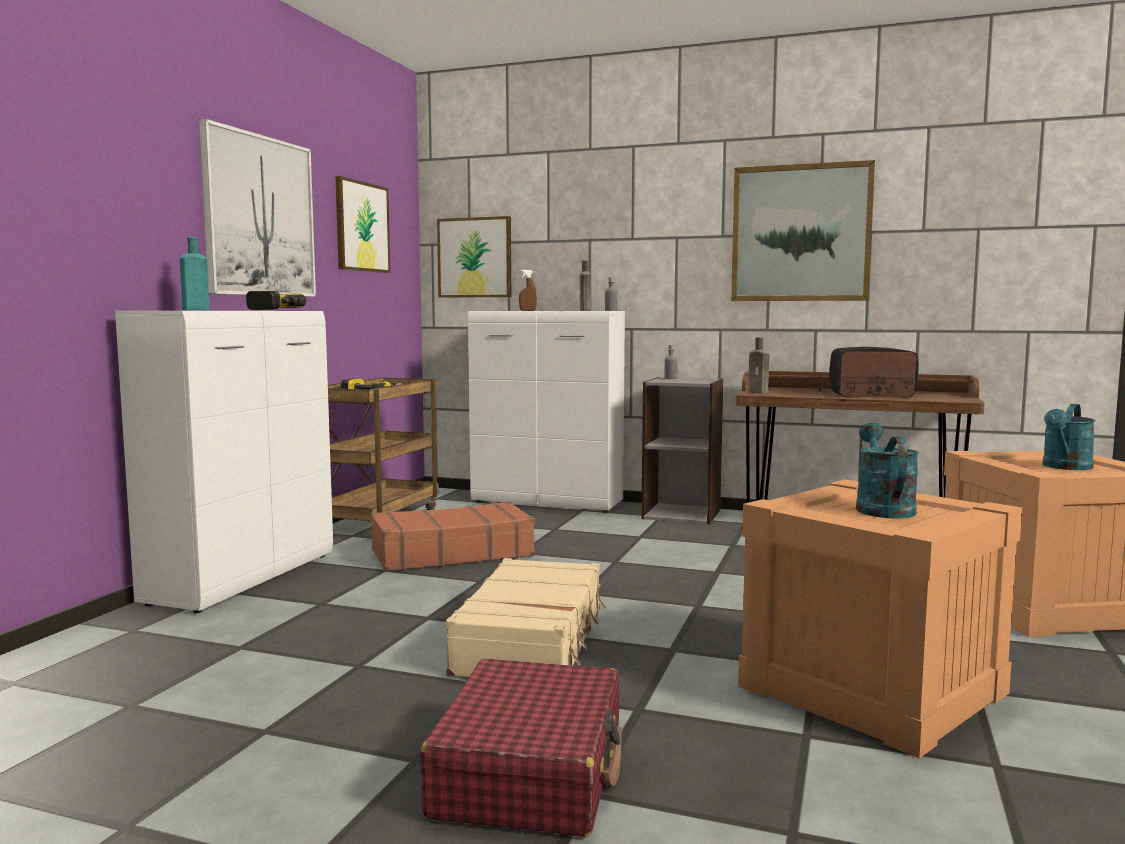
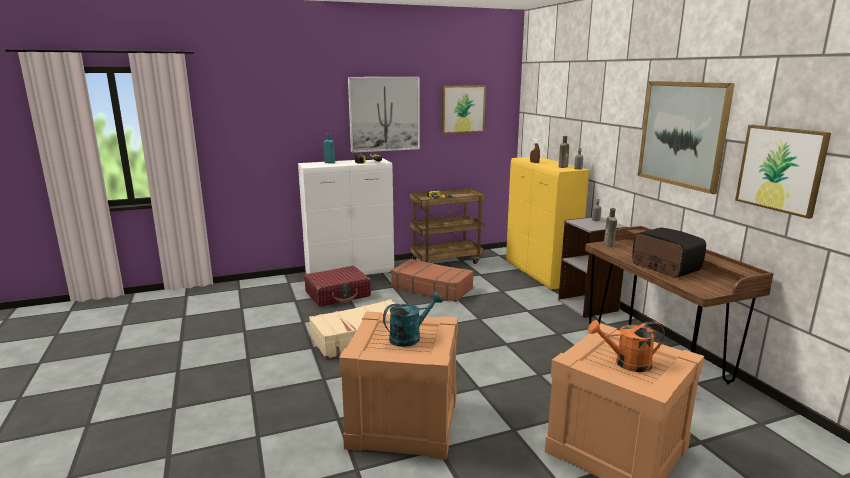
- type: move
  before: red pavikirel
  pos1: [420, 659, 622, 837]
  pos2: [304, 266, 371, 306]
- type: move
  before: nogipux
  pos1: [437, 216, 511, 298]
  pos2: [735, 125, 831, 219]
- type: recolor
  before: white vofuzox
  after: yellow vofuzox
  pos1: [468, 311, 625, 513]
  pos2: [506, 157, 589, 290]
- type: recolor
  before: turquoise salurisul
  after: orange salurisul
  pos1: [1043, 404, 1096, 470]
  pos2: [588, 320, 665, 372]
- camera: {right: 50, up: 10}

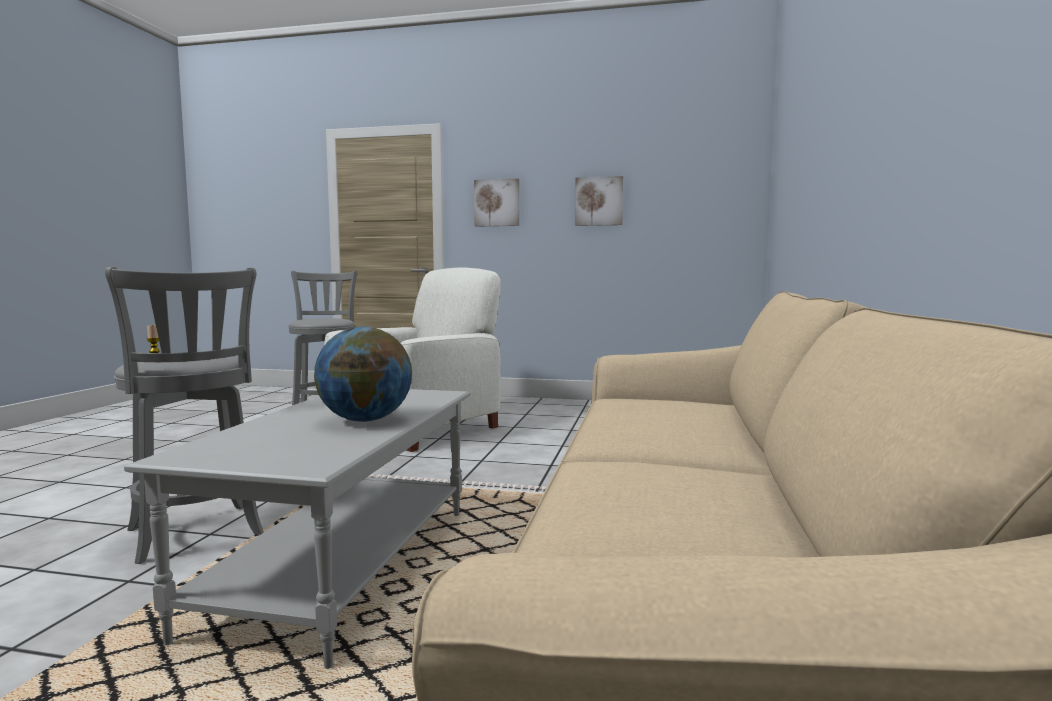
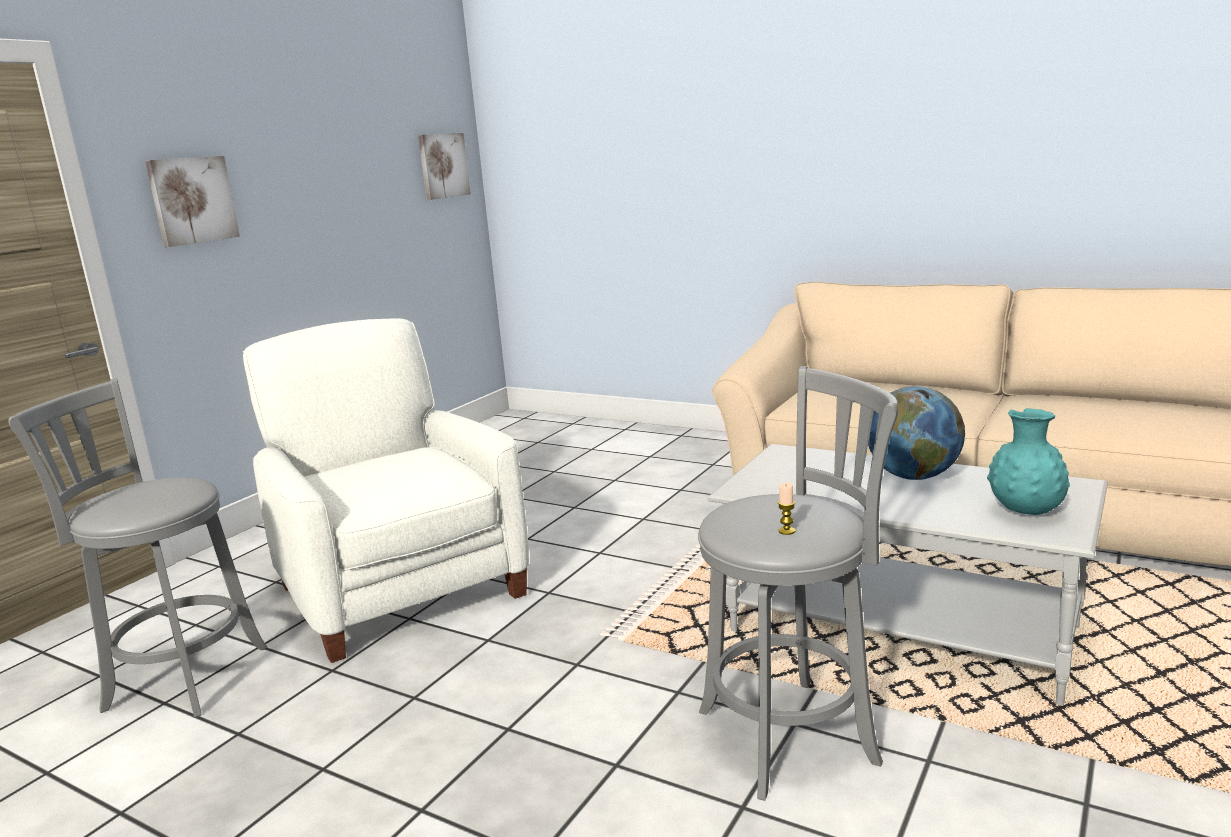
- type: move
  before: nogipux
  pos1: [575, 176, 623, 226]
  pos2: [418, 133, 471, 200]
- type: insert
  after: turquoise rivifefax
  pos2: [987, 408, 1070, 515]
- camera: {right: -70, up: 10}

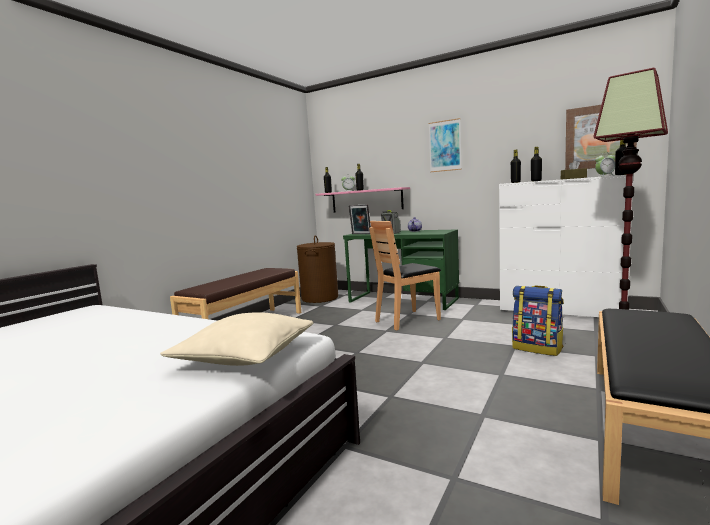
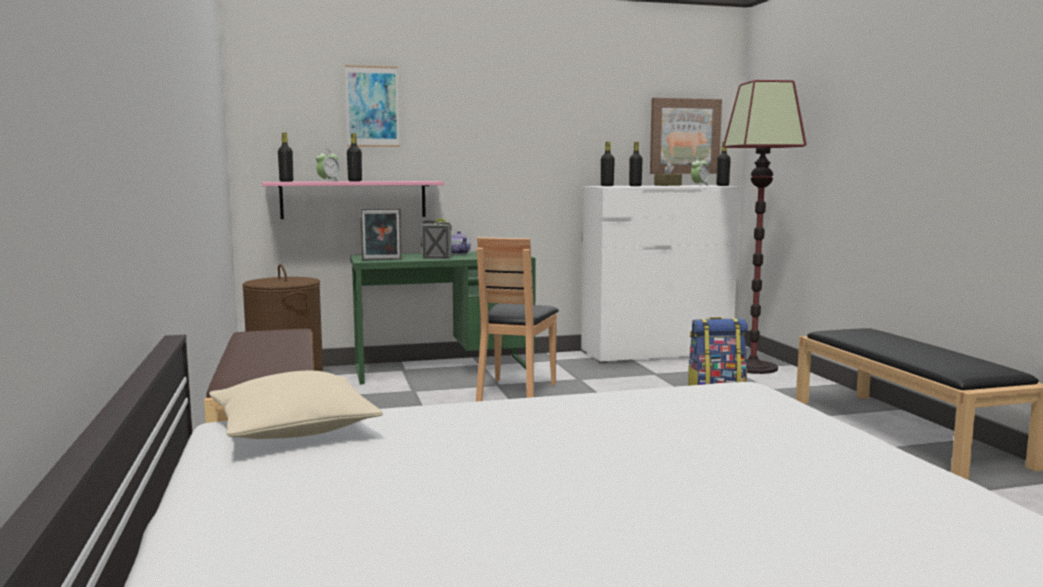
- type: move
  before: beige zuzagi
  pos1: [160, 312, 313, 366]
  pos2: [209, 371, 383, 439]
- type: move
  before: nogipux
  pos1: [429, 118, 462, 172]
  pos2: [345, 65, 400, 147]
- camera: {right: -45, up: 0}

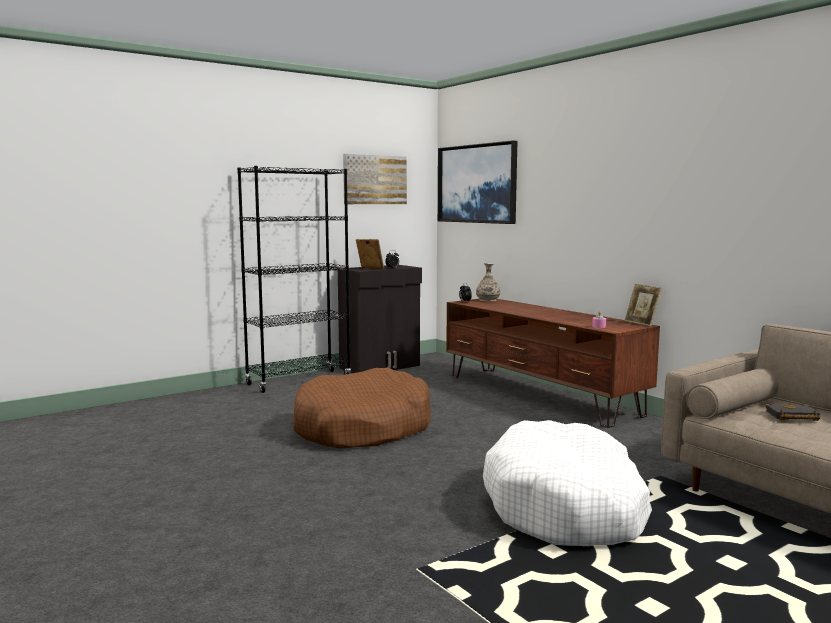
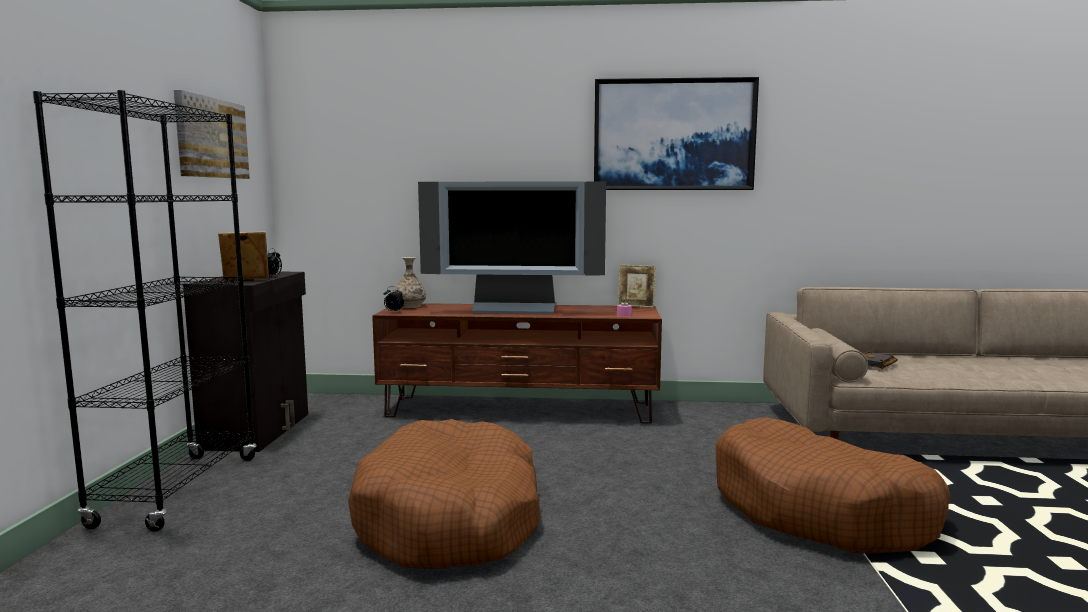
- type: move
  before: nogipux
  pos1: [438, 140, 517, 224]
  pos2: [594, 77, 759, 190]
- type: recolor
  before: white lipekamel
  after: brown lipekamel
  pos1: [483, 420, 652, 546]
  pos2: [715, 418, 951, 554]
- type: insert
  after: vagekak
  pos2: [418, 181, 606, 314]
- camera: {right: -50, up: 0}

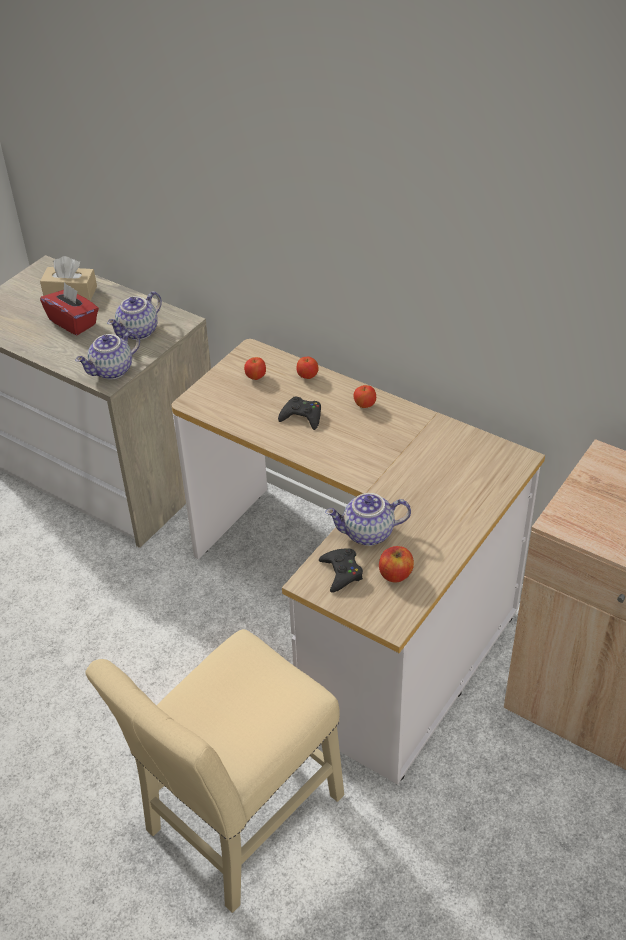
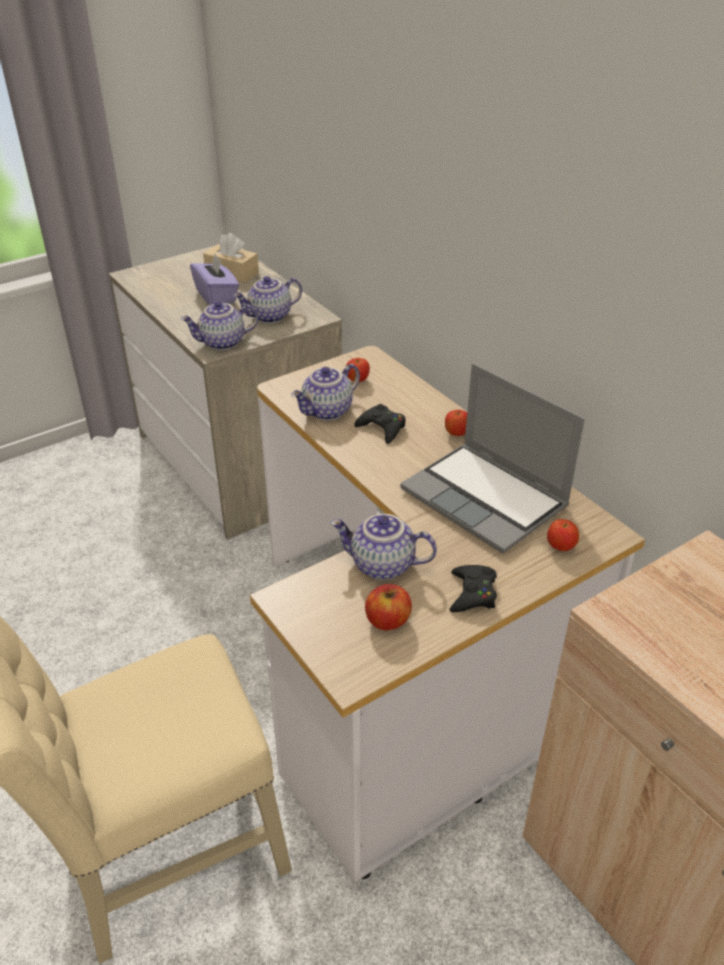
- type: recolor
  before: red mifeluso
  after: purple mifeluso
  pos1: [40, 282, 99, 335]
  pos2: [190, 254, 239, 305]
- type: move
  before: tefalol
  pos1: [296, 357, 319, 379]
  pos2: [547, 519, 579, 551]
- type: move
  before: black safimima
  pos1: [319, 548, 363, 593]
  pos2: [449, 565, 497, 612]
- type: insert
  after: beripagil
  pos2: [291, 364, 360, 420]
- type: insert
  after: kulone
  pos2: [400, 363, 585, 553]
- camera: {right: 20, up: -5}

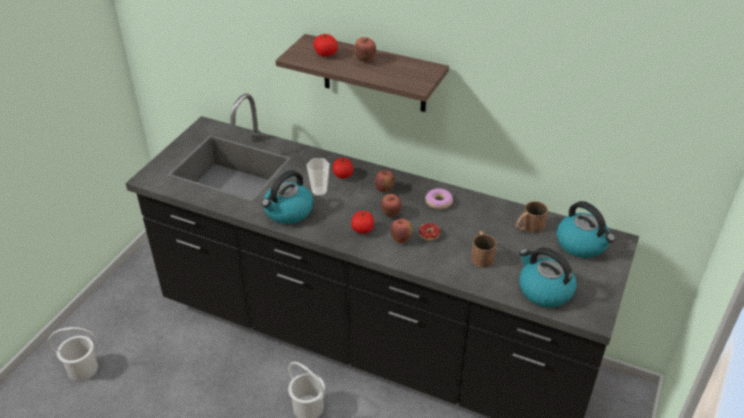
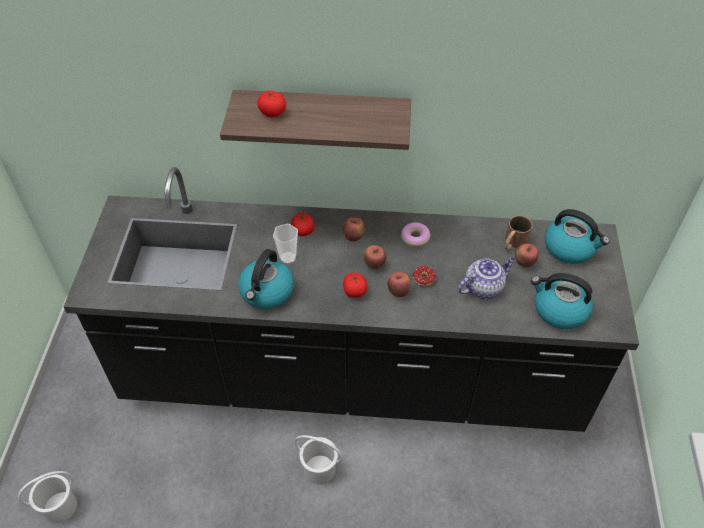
- type: move
  before: tefalol
  pos1: [354, 37, 376, 62]
  pos2: [515, 243, 539, 267]
- type: replace
  before: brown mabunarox
  after: beripagil
  pos1: [471, 231, 497, 268]
  pos2: [458, 257, 516, 299]
- camera: {right: -20, up: 10}

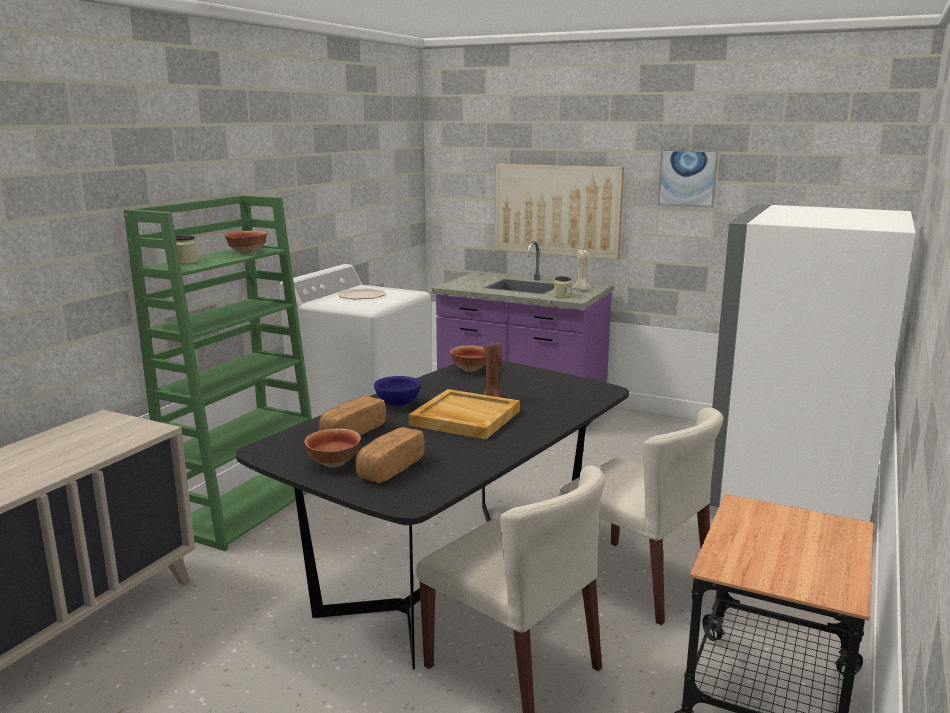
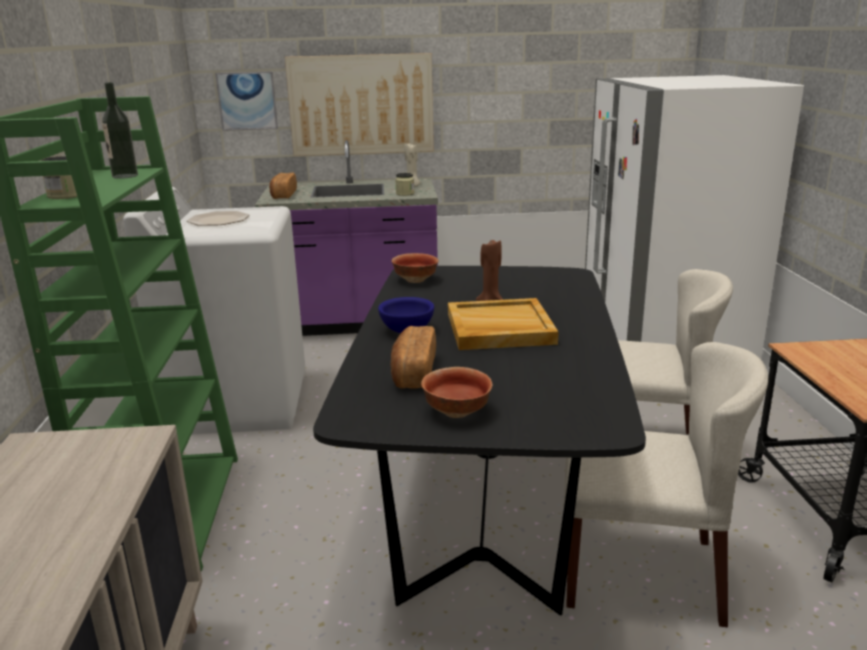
- type: replace
  before: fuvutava
  after: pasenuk
  pos1: [224, 231, 267, 254]
  pos2: [102, 82, 138, 179]
- type: move
  before: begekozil
  pos1: [355, 427, 425, 483]
  pos2: [269, 173, 297, 199]
- type: move
  before: nogipux
  pos1: [658, 149, 719, 208]
  pos2: [215, 72, 278, 131]
- camera: {right: -30, up: 5}

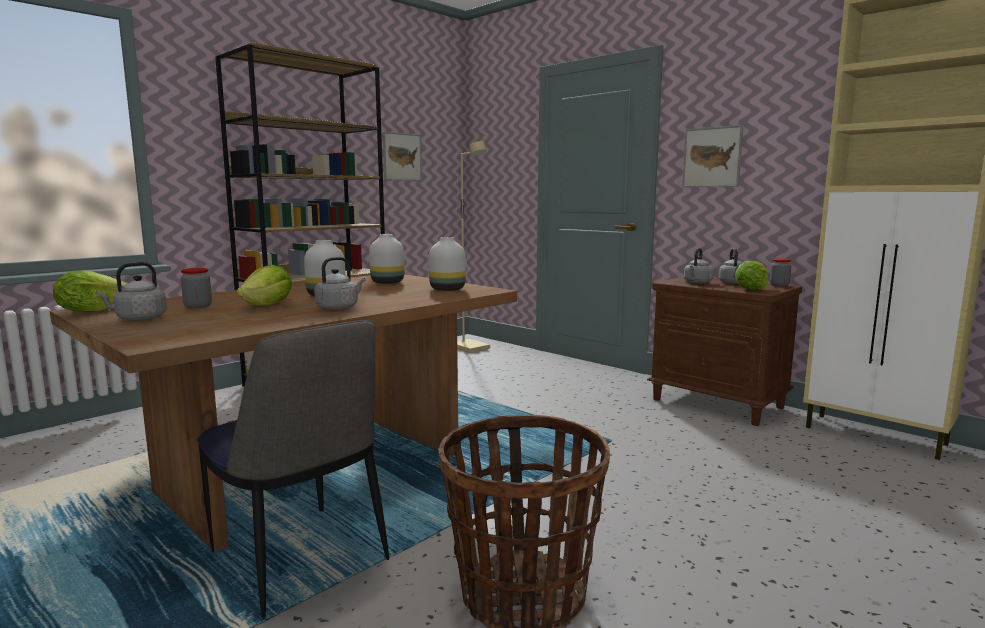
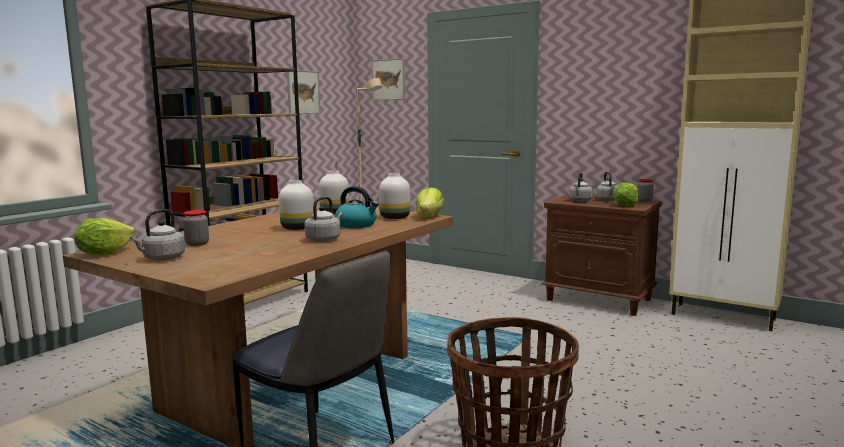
- type: move
  before: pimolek
  pos1: [237, 265, 292, 306]
  pos2: [416, 187, 444, 217]
- type: move
  before: nogipux
  pos1: [682, 125, 743, 188]
  pos2: [371, 58, 405, 100]
- type: insert
  after: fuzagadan
  pos2: [335, 186, 379, 228]
- camera: {right: -10, up: 0}

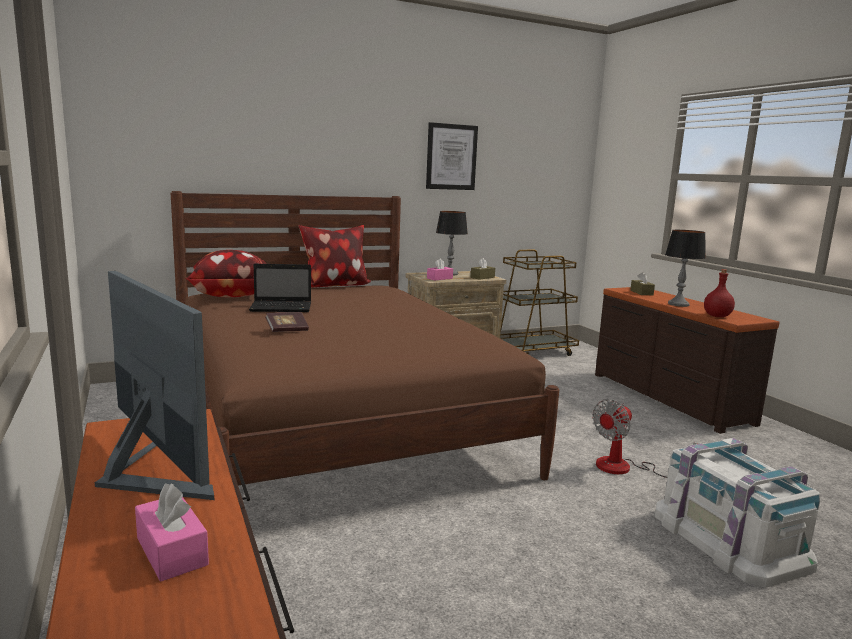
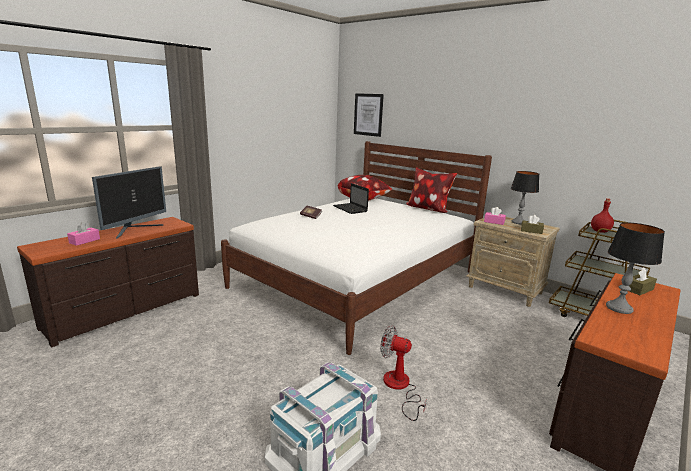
- type: recolor
  before: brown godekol
  after: white godekol
  pos1: [171, 191, 559, 486]
  pos2: [221, 141, 492, 355]
- type: move
  before: nogipux
  pos1: [426, 122, 478, 190]
  pos2: [354, 93, 384, 137]
- type: move
  before: red pasenuk
  pos1: [704, 269, 735, 317]
  pos2: [591, 199, 614, 233]
- camera: {right: 65, up: 5}

